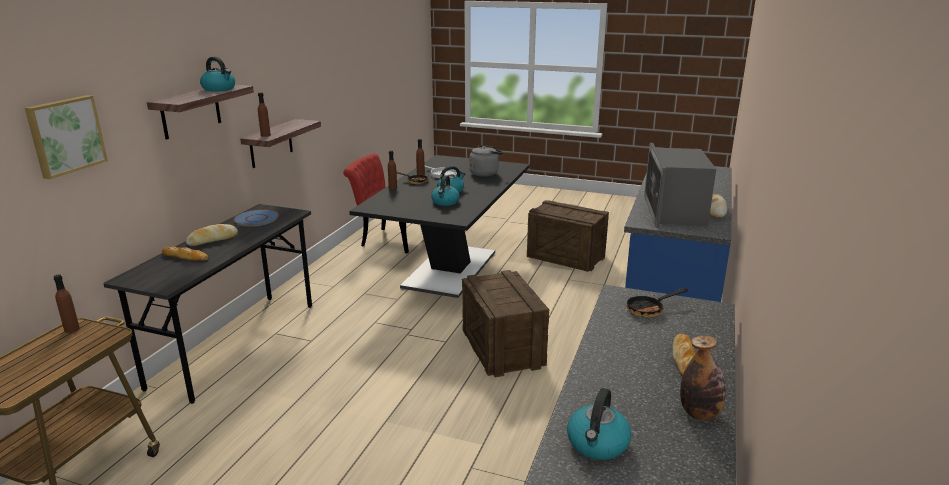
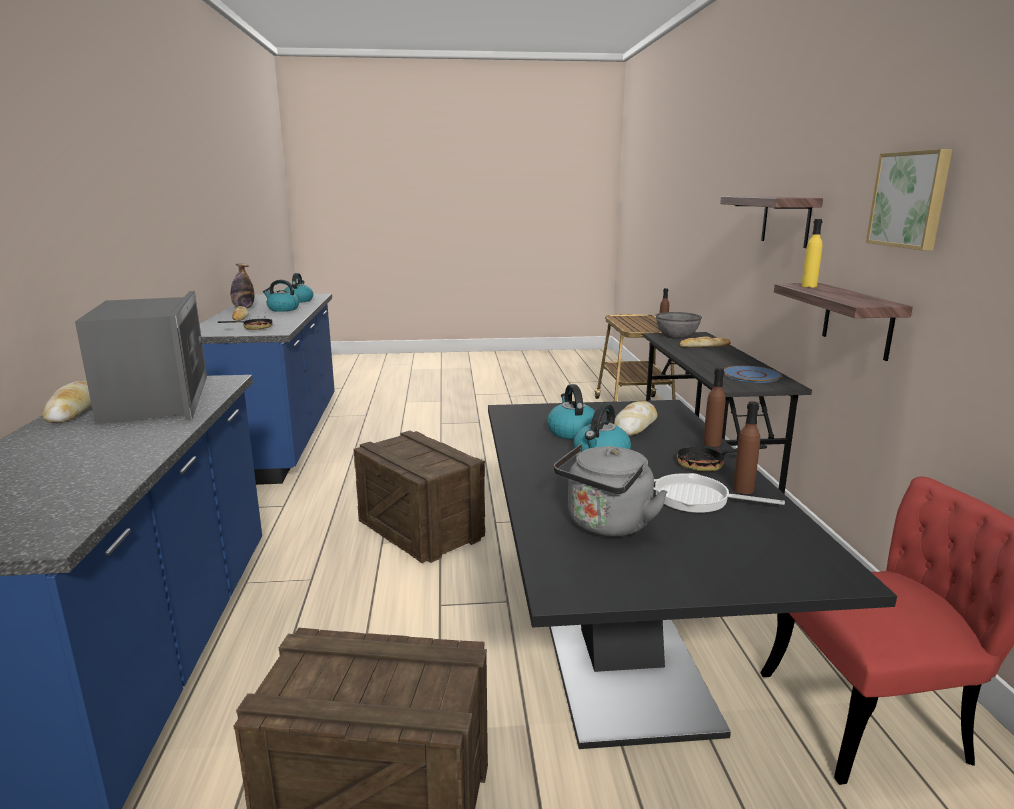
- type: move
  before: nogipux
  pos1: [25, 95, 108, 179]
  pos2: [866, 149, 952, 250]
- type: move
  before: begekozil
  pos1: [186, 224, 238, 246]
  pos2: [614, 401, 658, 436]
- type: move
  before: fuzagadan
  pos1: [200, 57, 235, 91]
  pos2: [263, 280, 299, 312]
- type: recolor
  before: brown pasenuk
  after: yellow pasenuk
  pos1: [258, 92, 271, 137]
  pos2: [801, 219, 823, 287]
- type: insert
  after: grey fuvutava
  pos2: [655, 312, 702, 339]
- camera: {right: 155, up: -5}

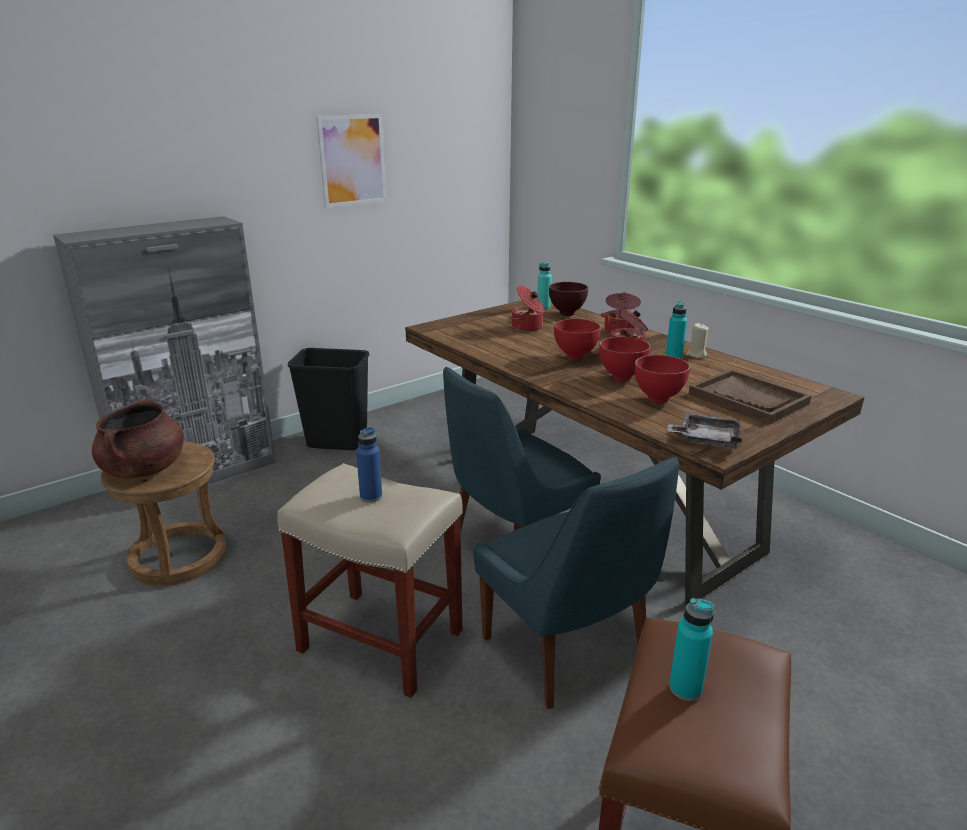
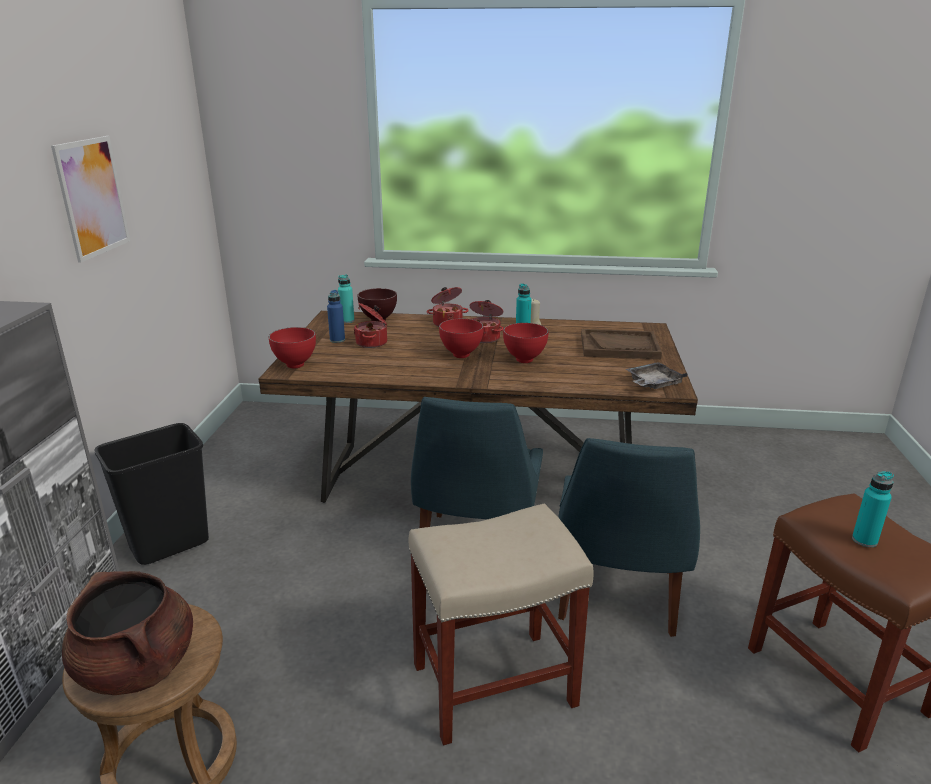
- type: move
  before: blue pasenuk
  pos1: [356, 427, 382, 503]
  pos2: [327, 290, 345, 343]
- type: rotate
  before: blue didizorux
  pos1: [473, 457, 679, 709]
  pos2: [558, 438, 700, 637]
  turn: 90
- type: move
  before: red fuvutava
  pos1: [635, 355, 690, 403]
  pos2: [269, 327, 316, 369]
- camera: {right: -45, up: 0}

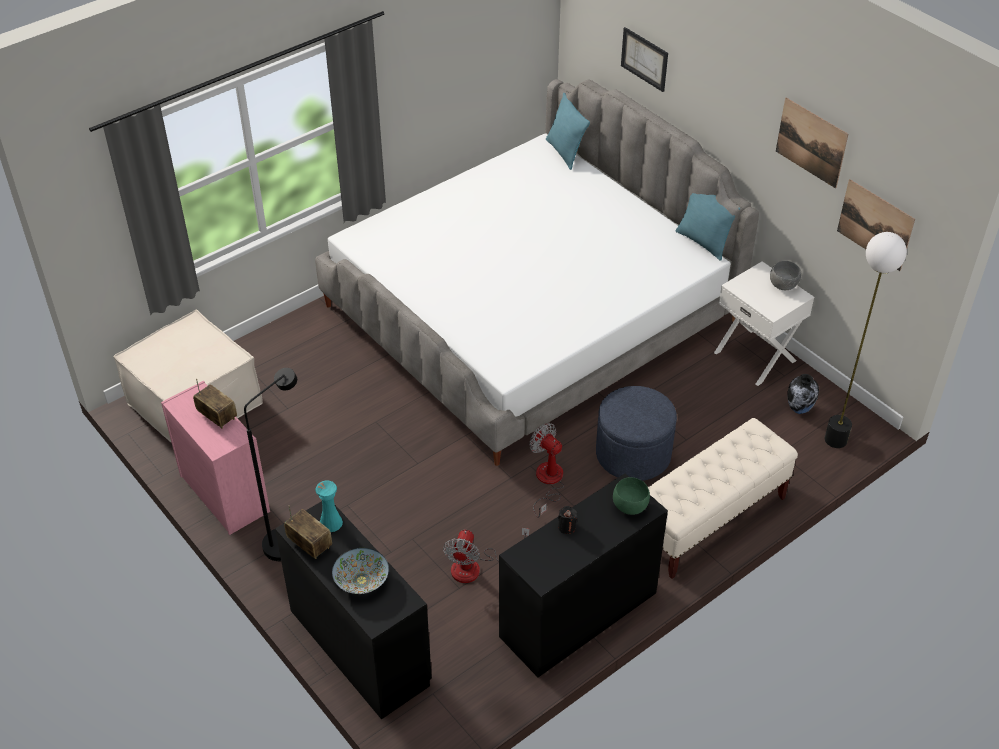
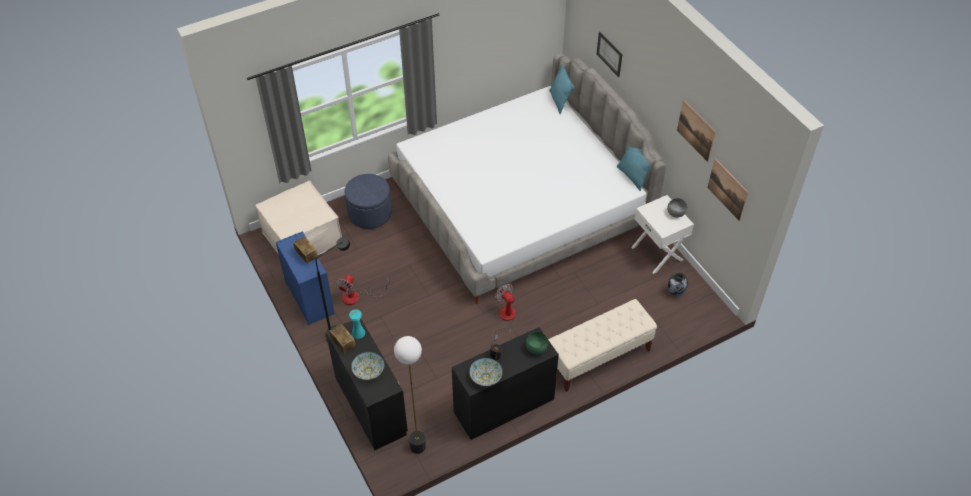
- type: recolor
  before: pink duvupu
  after: blue duvupu
  pos1: [161, 381, 270, 535]
  pos2: [276, 231, 335, 325]
- type: move
  before: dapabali
  pos1: [443, 528, 530, 583]
  pos2: [335, 274, 390, 305]
- type: move
  before: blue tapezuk
  pos1: [596, 386, 677, 481]
  pos2: [344, 174, 392, 229]
- type: move
  before: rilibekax
  pos1: [825, 232, 907, 448]
  pos2: [394, 336, 426, 454]
- type: insert
  after: fuvutava
  pos2: [469, 358, 503, 386]
- camera: {right: 10, up: 5}

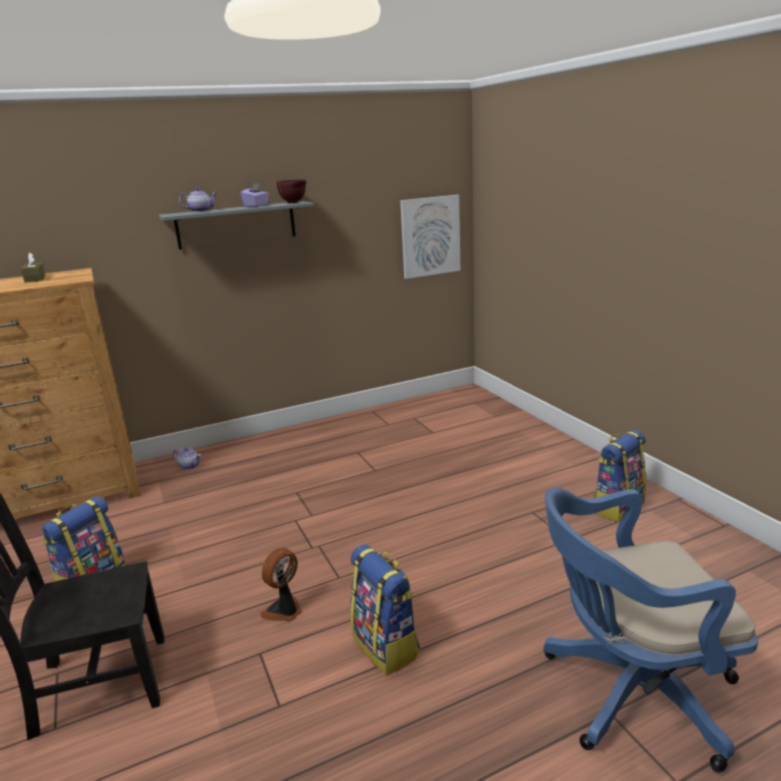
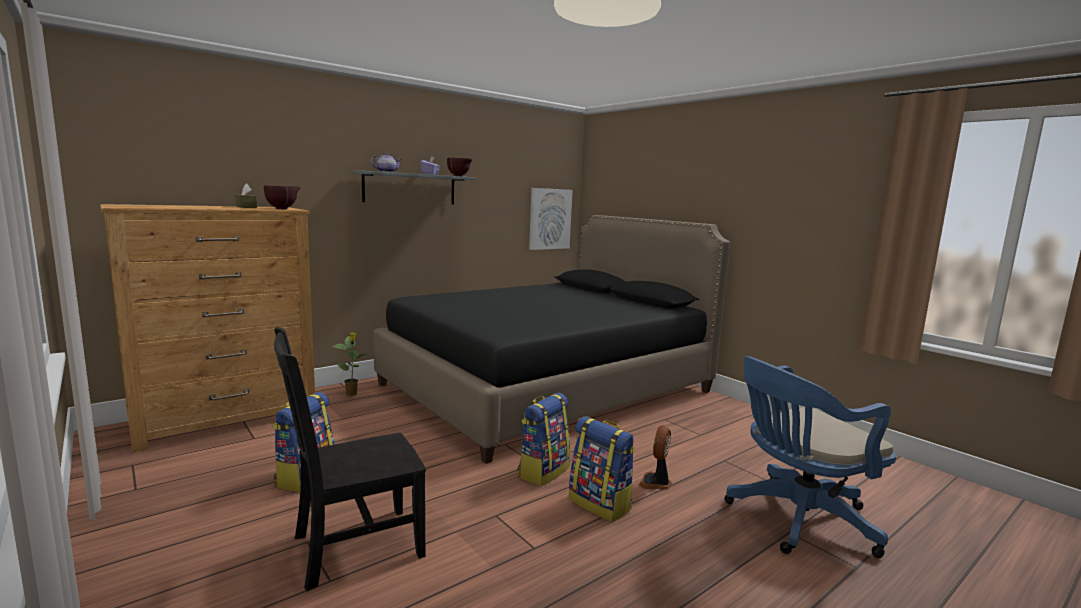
- type: replace
  before: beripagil
  after: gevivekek
  pos1: [173, 448, 201, 470]
  pos2: [333, 333, 368, 396]
- type: move
  before: dapabali
  pos1: [260, 548, 302, 621]
  pos2: [639, 425, 672, 489]
- type: move
  before: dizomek
  pos1: [593, 430, 646, 523]
  pos2: [518, 393, 570, 486]
- type: insert
  after: brown fuvutava
  pos2: [264, 186, 300, 209]
- type: insert
  after: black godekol
  pos2: [373, 215, 730, 464]
- camera: {right: -15, up: -10}

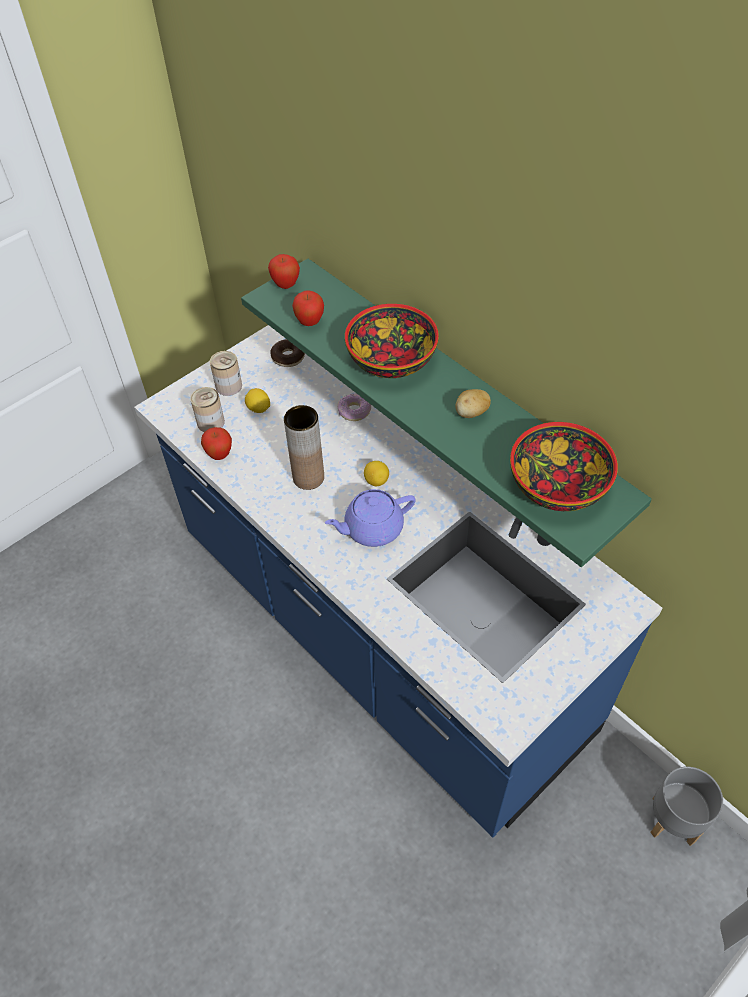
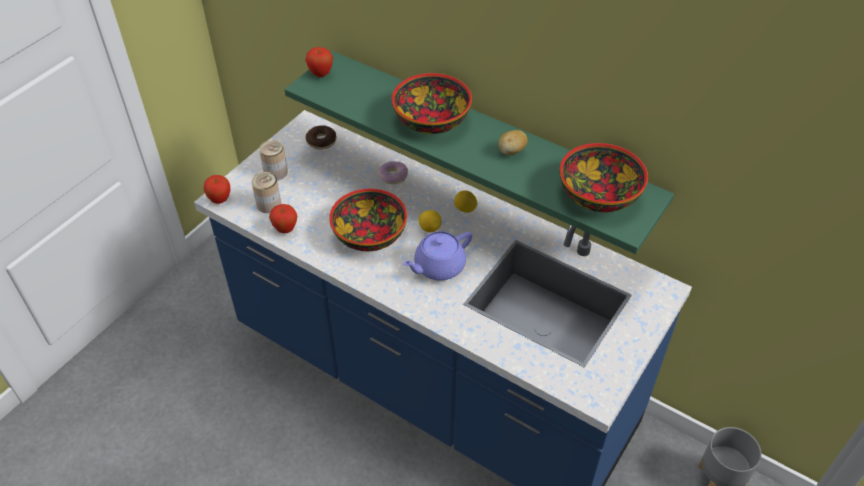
- type: move
  before: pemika
  pos1: [245, 388, 270, 413]
  pos2: [454, 190, 478, 213]
- type: replace
  before: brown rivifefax
  after: fuvutava
  pos1: [284, 405, 324, 490]
  pos2: [329, 189, 407, 251]
- type: move
  before: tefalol
  pos1: [292, 290, 324, 326]
  pos2: [203, 175, 231, 204]
- camera: {right: -15, up: -5}

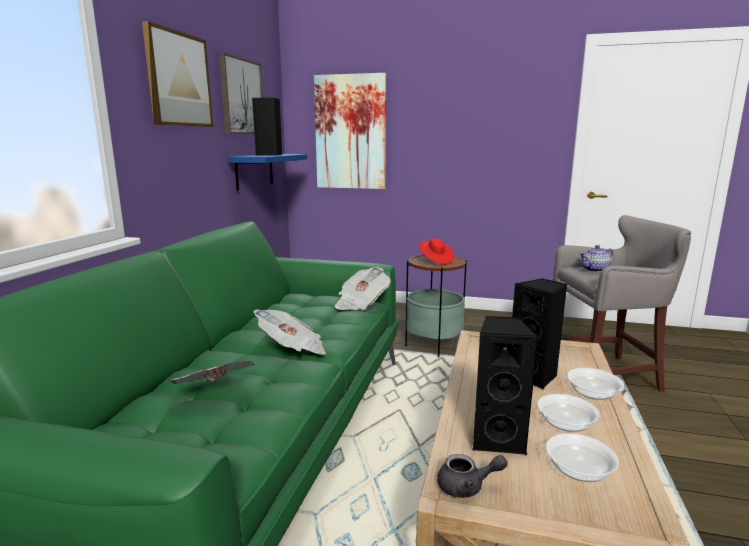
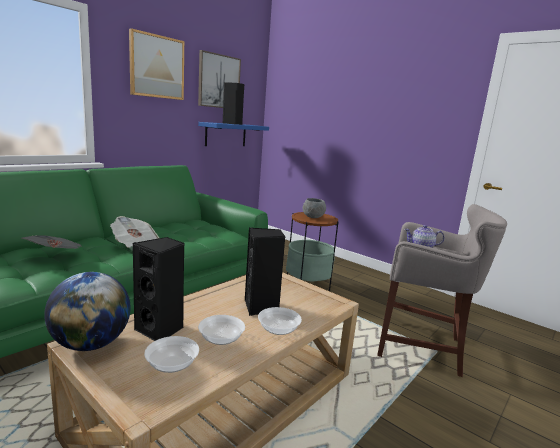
- type: delete
  before: nogipux
  pos1: [314, 73, 386, 189]
- type: delete
  before: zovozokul
  pos1: [335, 267, 391, 310]
- type: replace
  before: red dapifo
  after: grey fuvutava
  pos1: [419, 238, 454, 265]
  pos2: [303, 198, 326, 218]
- type: replace
  before: grey beripagil
  after: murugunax
  pos1: [437, 454, 508, 498]
  pos2: [44, 272, 131, 351]
- camera: {right: 25, up: 0}

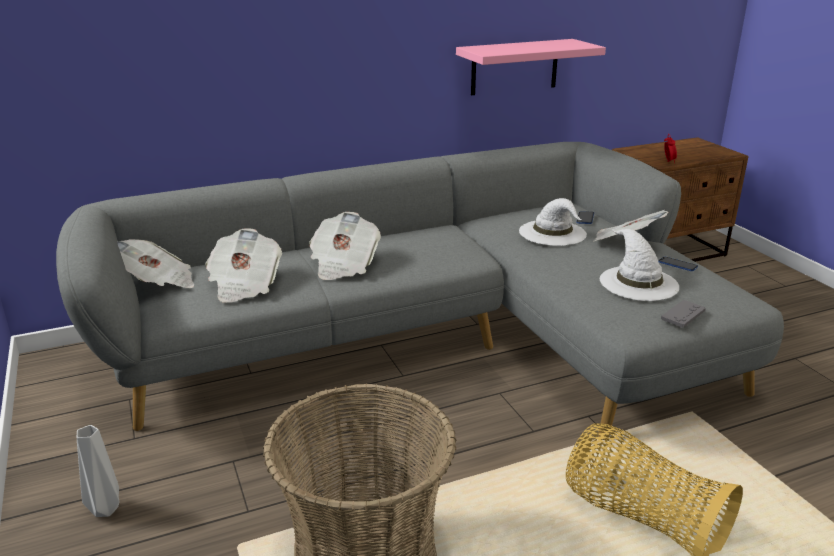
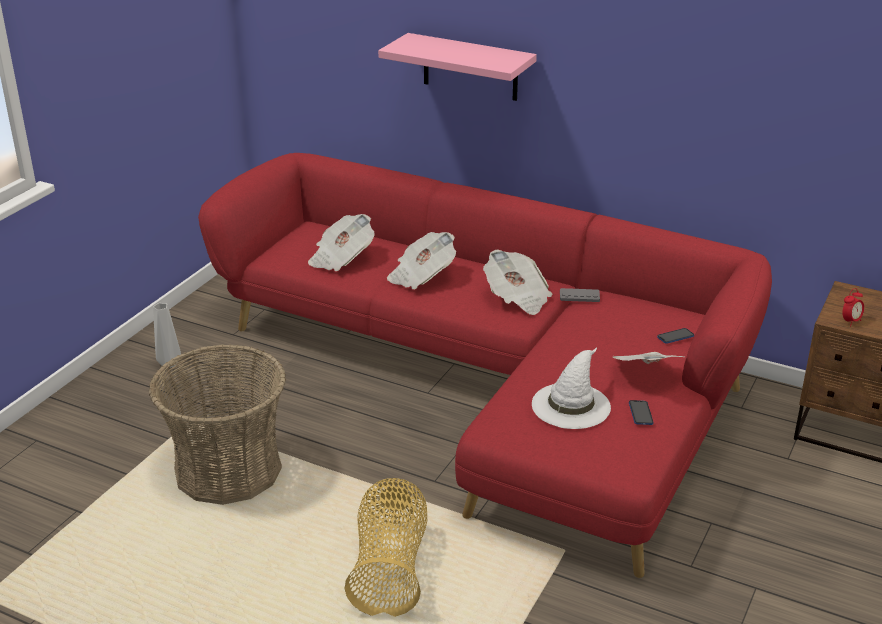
- type: recolor
  before: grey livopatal
  after: red livopatal
  pos1: [56, 142, 784, 440]
  pos2: [198, 153, 772, 578]
- type: move
  before: zovozokul
  pos1: [117, 239, 194, 288]
  pos2: [483, 250, 552, 315]
- type: move
  before: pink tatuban
  pos1: [456, 39, 606, 95]
  pos2: [378, 33, 537, 101]
- type: delete
  before: white dapifo
  pos1: [519, 198, 587, 246]
- type: move
  before: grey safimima
  pos1: [661, 300, 706, 327]
  pos2: [560, 288, 600, 302]
- camera: {right: 50, up: 5}

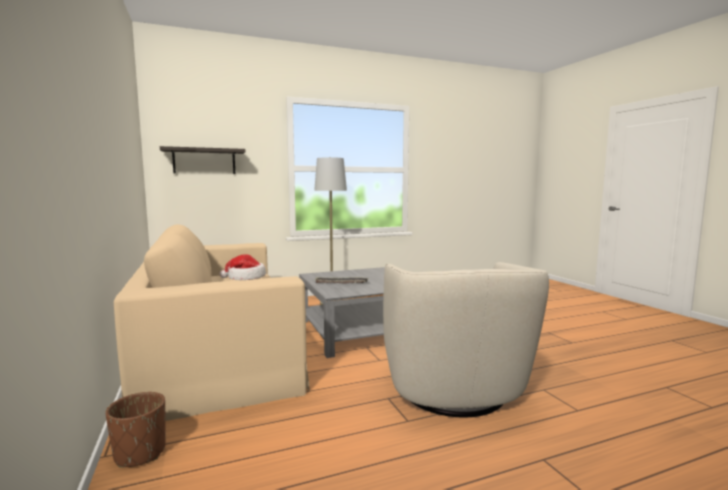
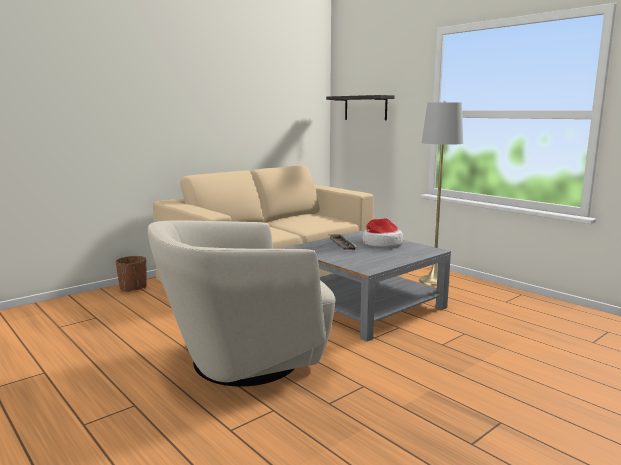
- type: move
  before: dapifo
  pos1: [220, 254, 266, 280]
  pos2: [363, 218, 403, 247]
- camera: {right: 70, up: 5}

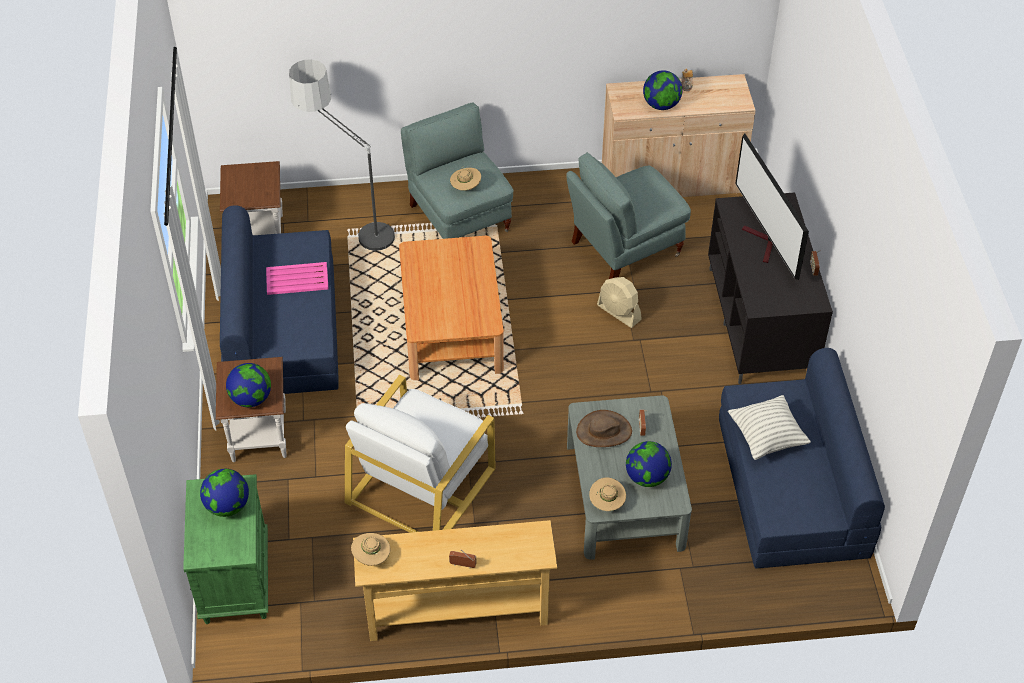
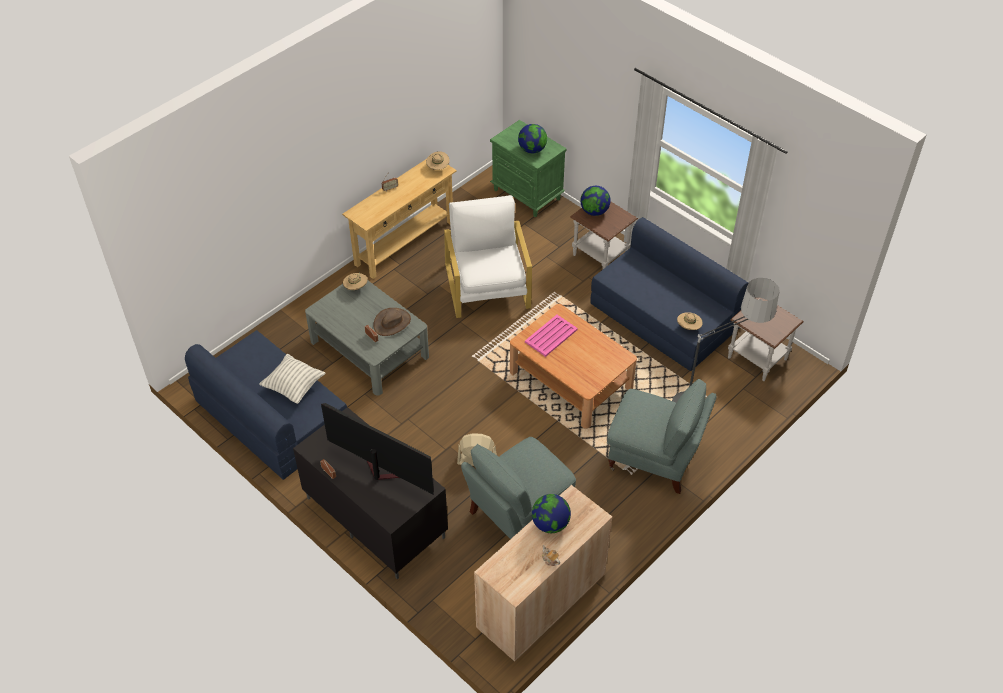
- type: move
  before: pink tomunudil
  pos1: [266, 262, 329, 295]
  pos2: [525, 315, 578, 357]
- type: move
  before: beige dapifo
  pos1: [450, 167, 481, 191]
  pos2: [677, 312, 703, 330]
- type: rotate
  before: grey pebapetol
  pos1: [566, 152, 691, 279]
  pos2: [461, 437, 576, 539]
  turn: -150
- type: delete
  before: murugunax
  pos1: [626, 441, 672, 487]
- camera: {right: 140, up: 0}

